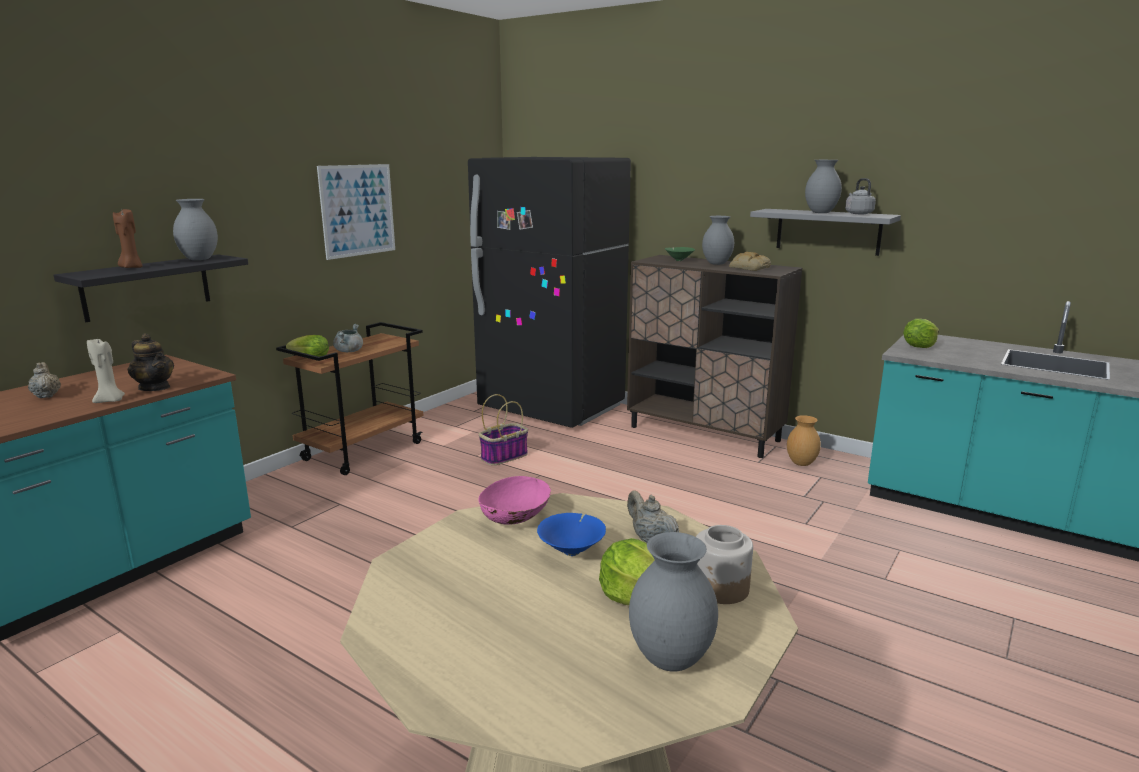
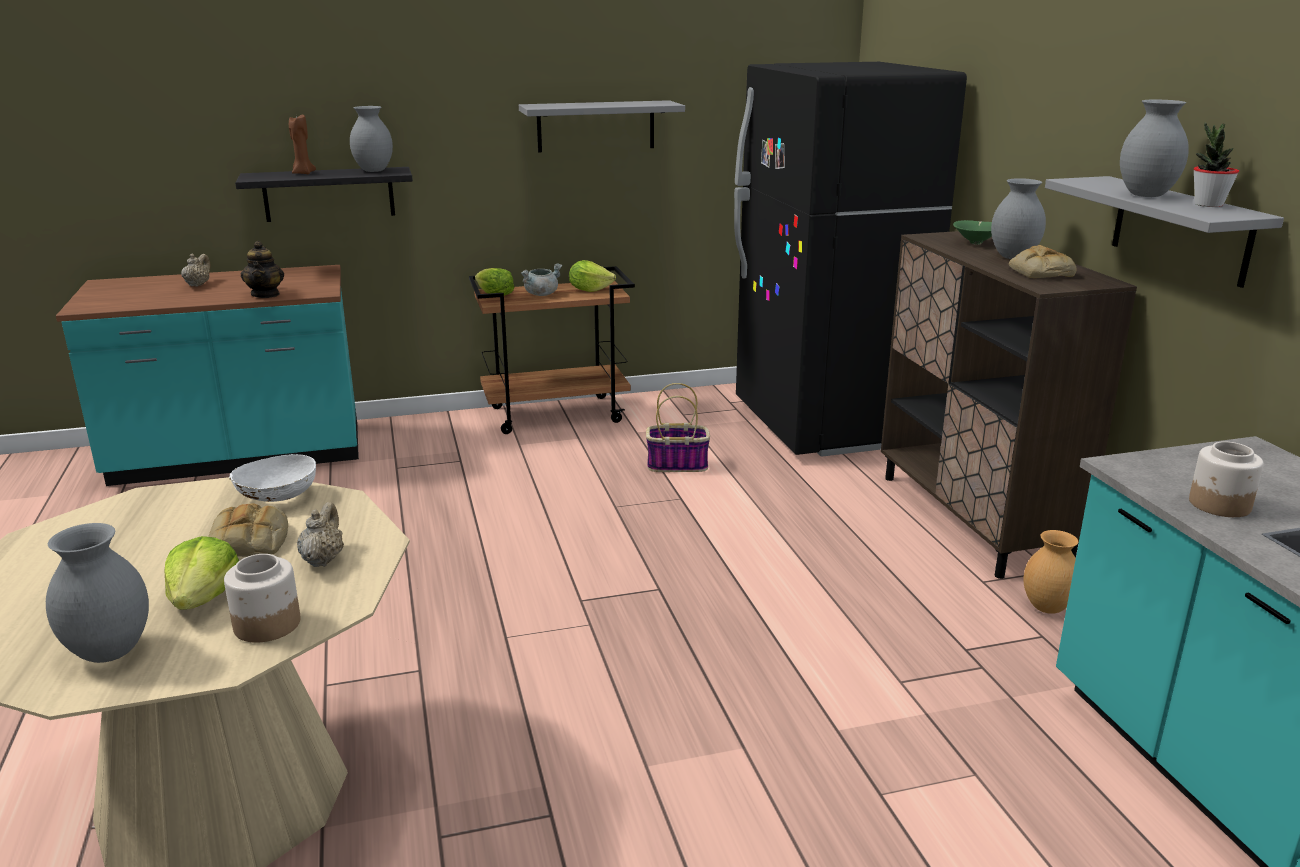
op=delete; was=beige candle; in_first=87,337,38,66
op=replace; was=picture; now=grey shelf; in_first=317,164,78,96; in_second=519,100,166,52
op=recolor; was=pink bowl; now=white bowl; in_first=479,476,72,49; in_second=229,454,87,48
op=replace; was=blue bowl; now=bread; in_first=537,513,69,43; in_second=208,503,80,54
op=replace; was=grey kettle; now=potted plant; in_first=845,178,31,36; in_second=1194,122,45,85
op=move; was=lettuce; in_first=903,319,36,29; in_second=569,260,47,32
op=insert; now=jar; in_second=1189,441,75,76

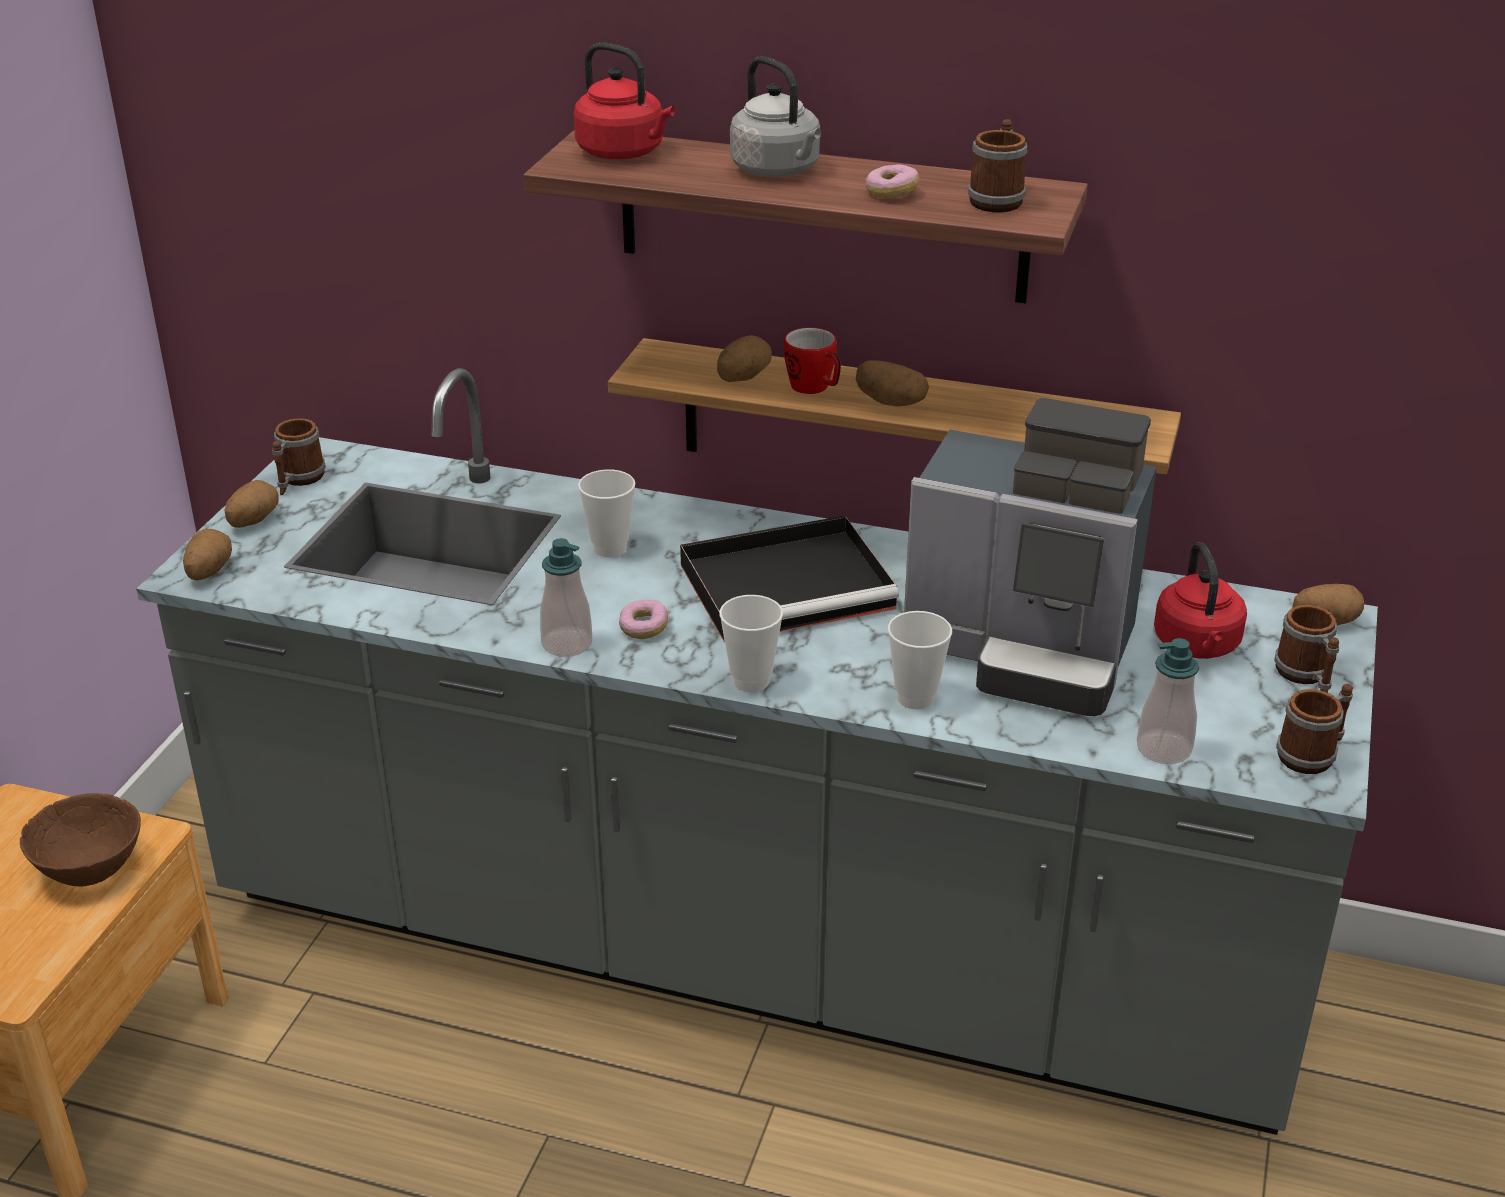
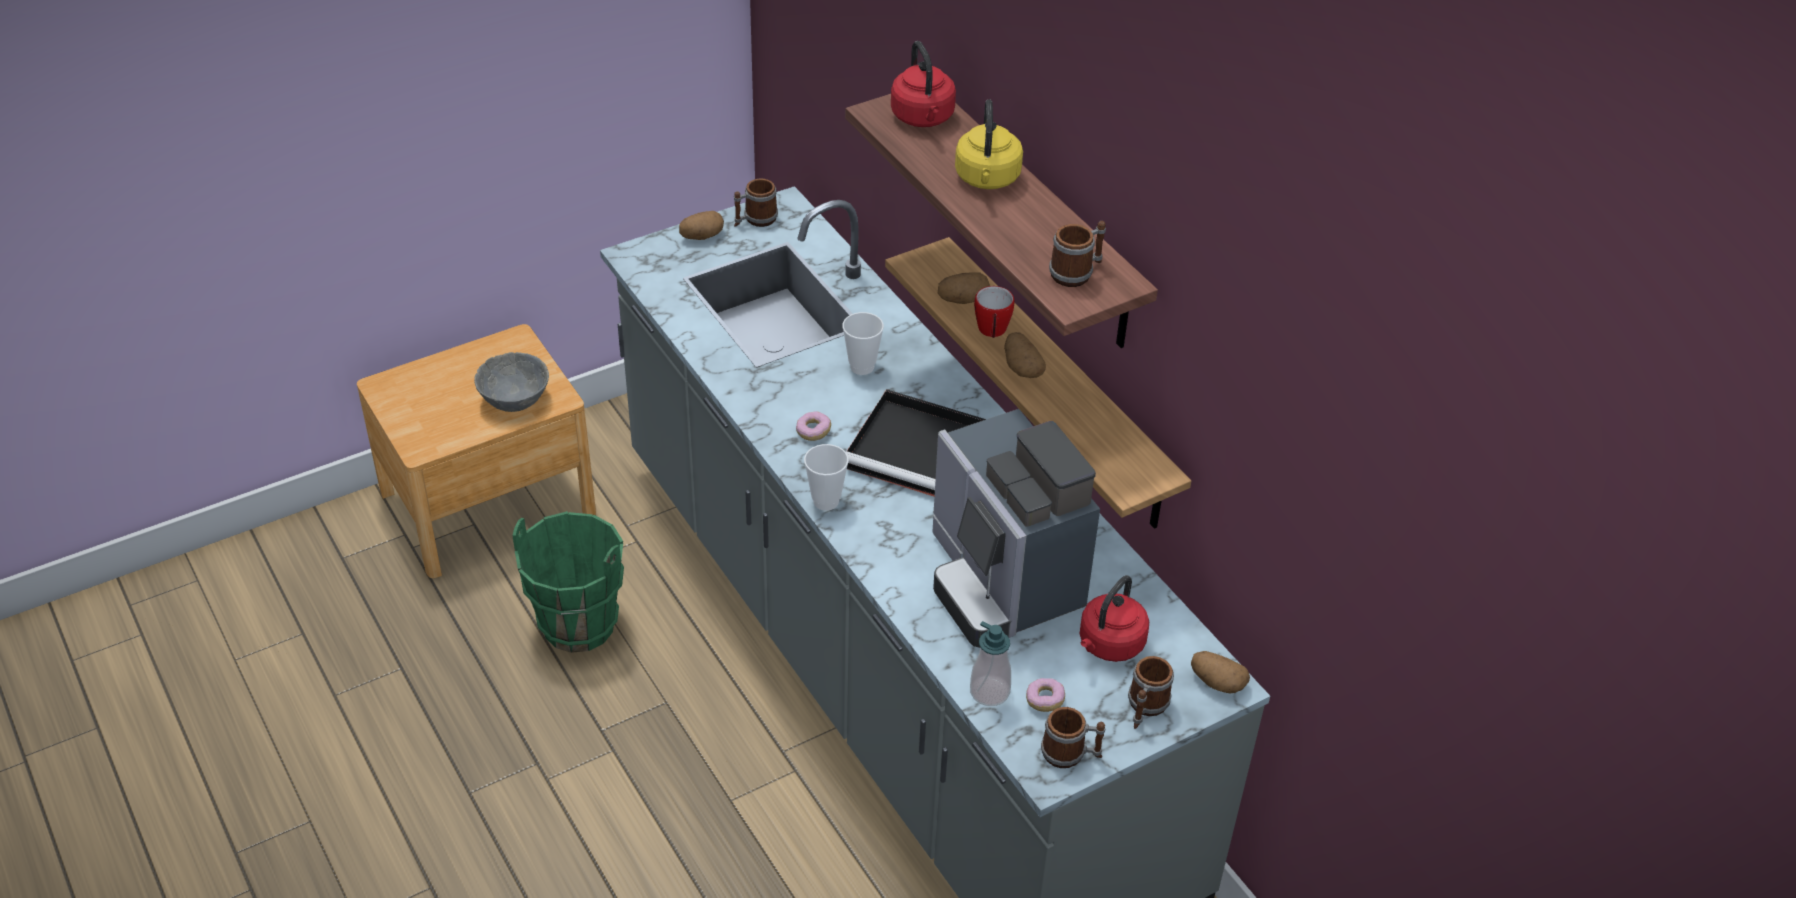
op=recolor; was=brown bowl; now=grey bowl; in_first=20,793,121,93; in_second=474,352,75,60
op=delete; was=potato; in_first=183,529,49,51
op=delete; was=soap dispenser; in_first=540,538,52,119
op=recolor; was=grey kettle; now=yellow kettle; in_first=730,56,91,121; in_second=955,99,68,90
op=move; was=donut; in_first=865,164,54,34; in_second=1026,678,39,34
op=delete; was=cup; in_first=888,611,64,99
op=insert; now=green bucket; in_second=512,511,112,142

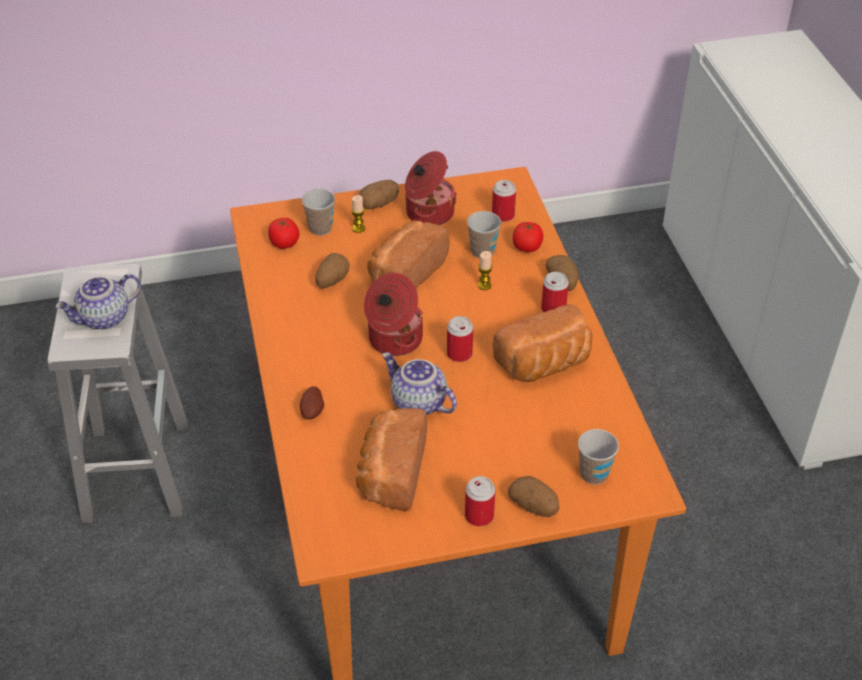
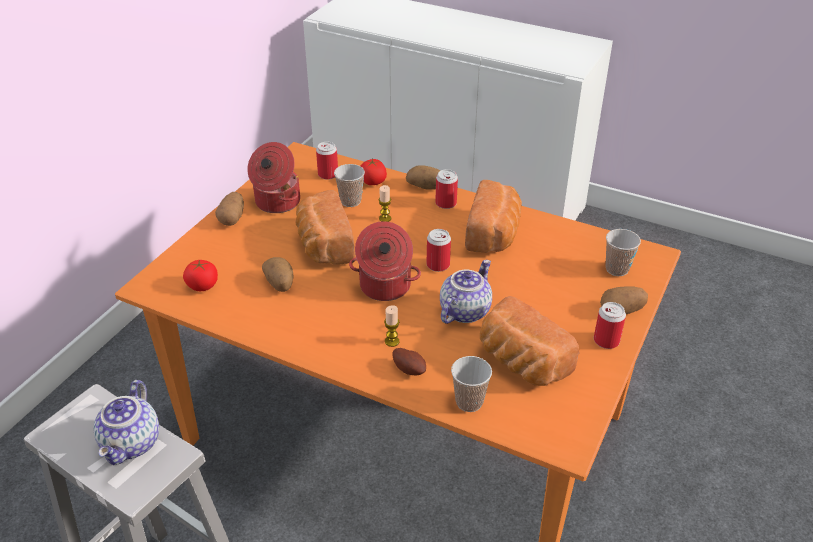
op=move; was=cup; in_first=302,189,33,47; in_second=451,356,41,56
op=move; was=candle; in_first=351,195,14,38; in_second=384,305,15,42
op=rotate; was=teapot; in_first=382,352,75,63; in_second=440,260,52,64; clockwise=135

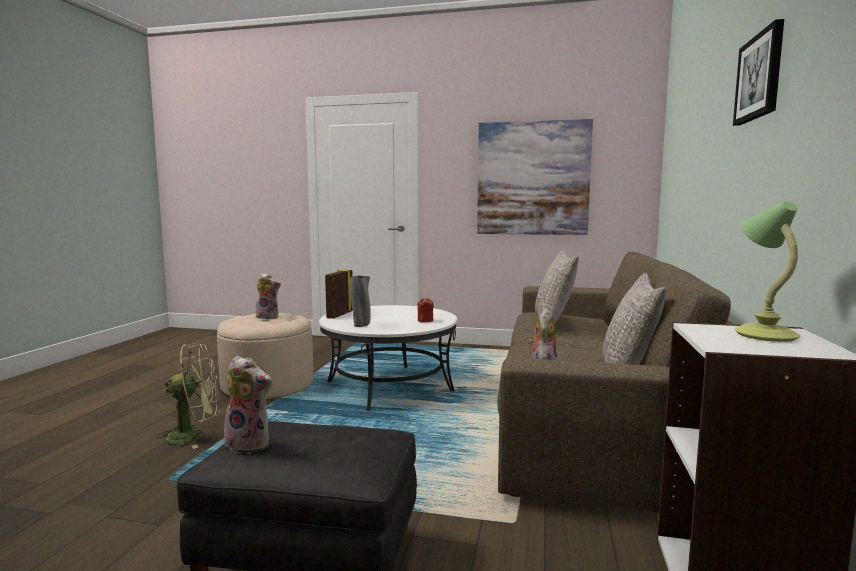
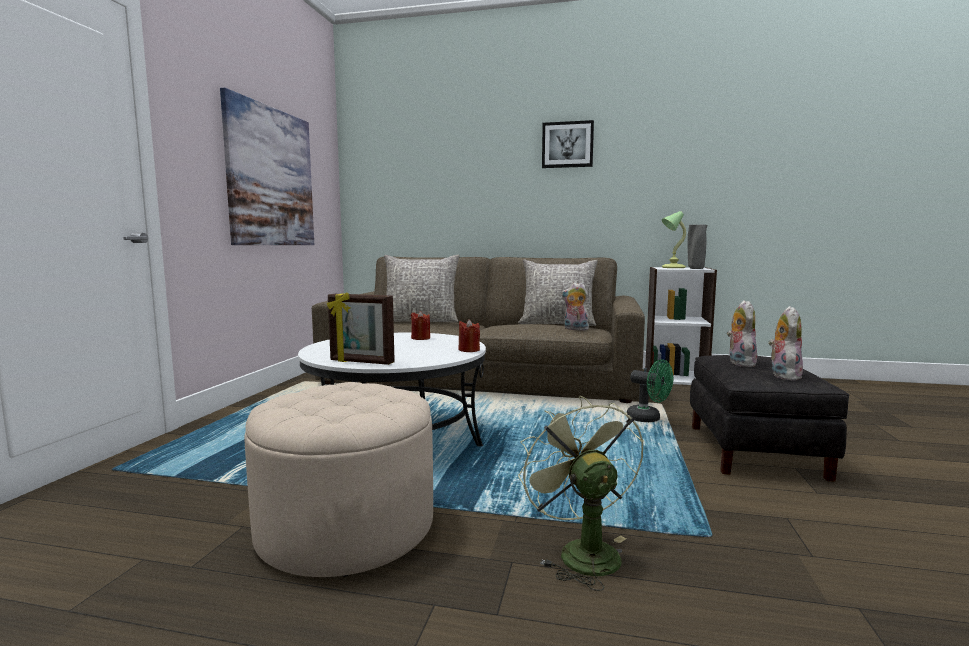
op=move; was=plush toy; in_first=255,273,26,46; in_second=727,300,30,67
op=move; was=grey vase; in_first=350,276,21,51; in_second=687,225,20,44
op=insert; now=red candle; in_second=458,319,22,33
op=insert; now=green fan; in_second=626,359,47,63

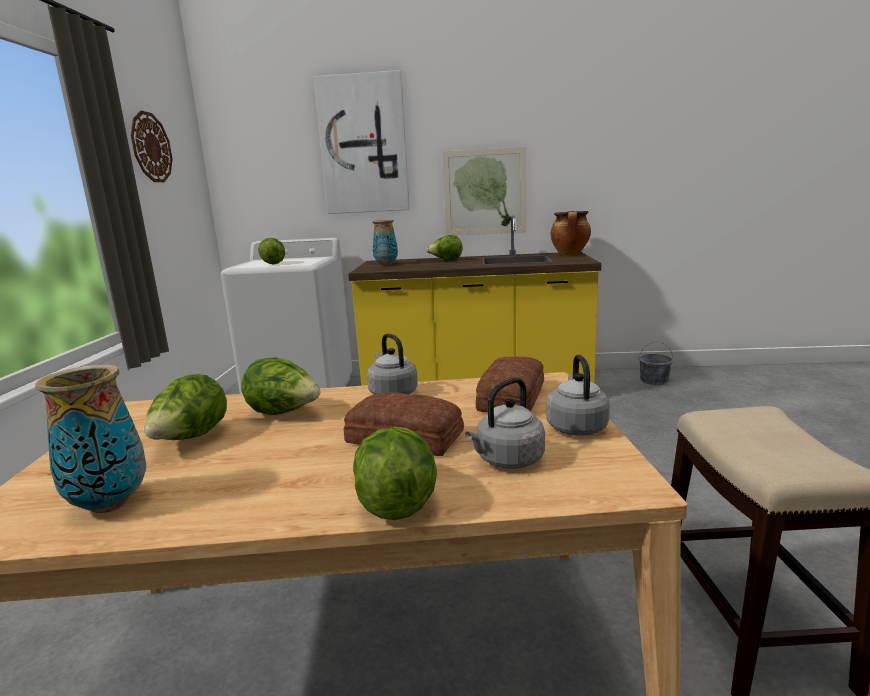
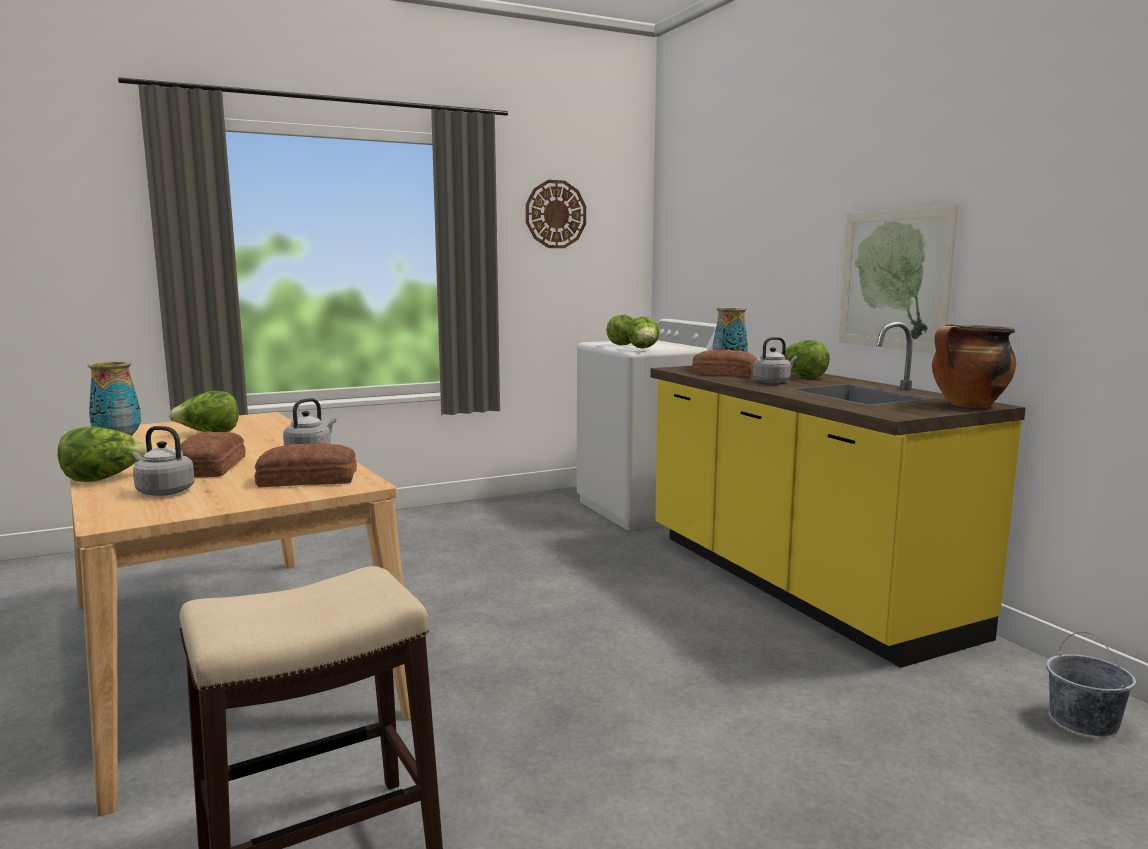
op=move; was=lettuce; in_first=241,358,80,57; in_second=628,317,32,32
op=delete; was=picture; in_first=314,70,96,144
op=move; was=grey kettle; in_first=547,354,63,82; in_second=753,337,44,47
op=insert; now=bread; in_second=692,349,65,27

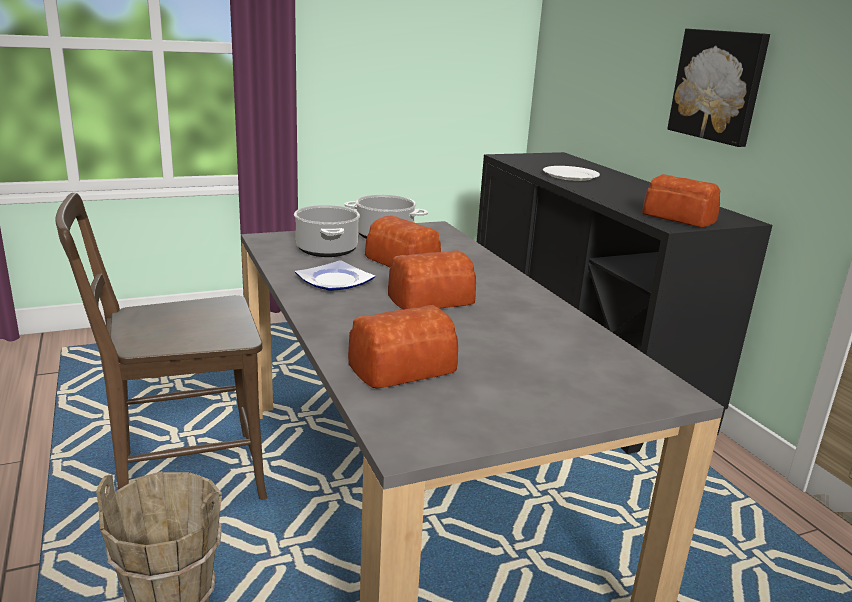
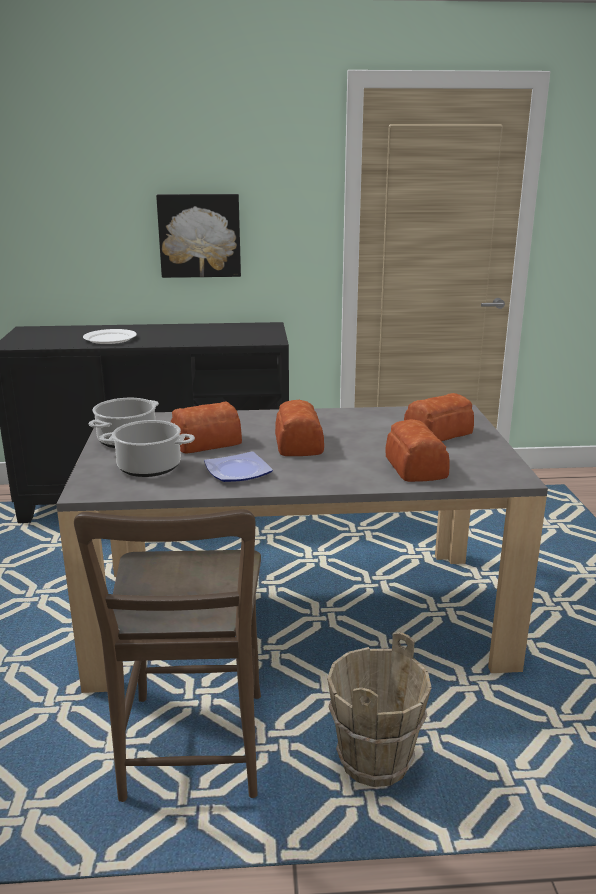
op=move; was=bread; in_first=642,174,78,54; in_second=404,393,70,48

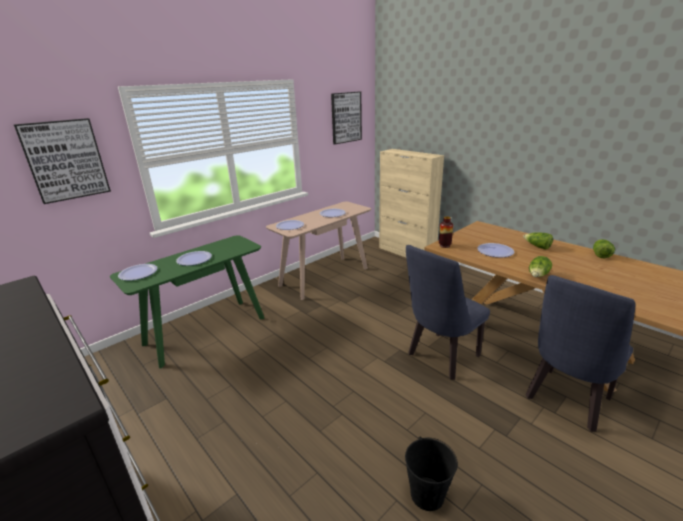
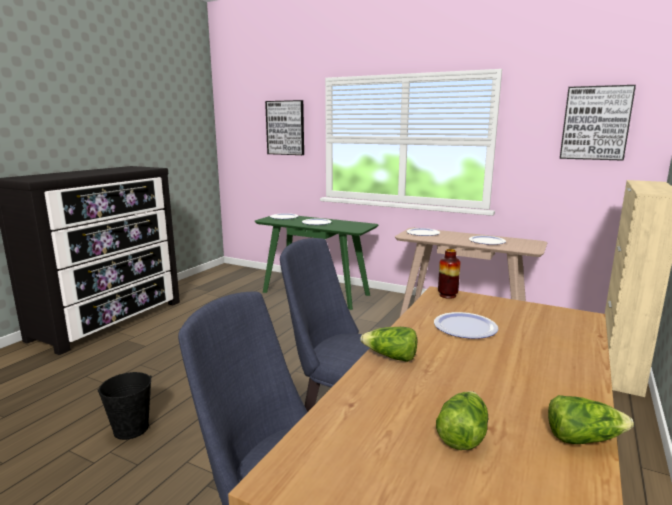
op=move; was=lettuce; in_first=523,232,30,17; in_second=436,391,52,59

